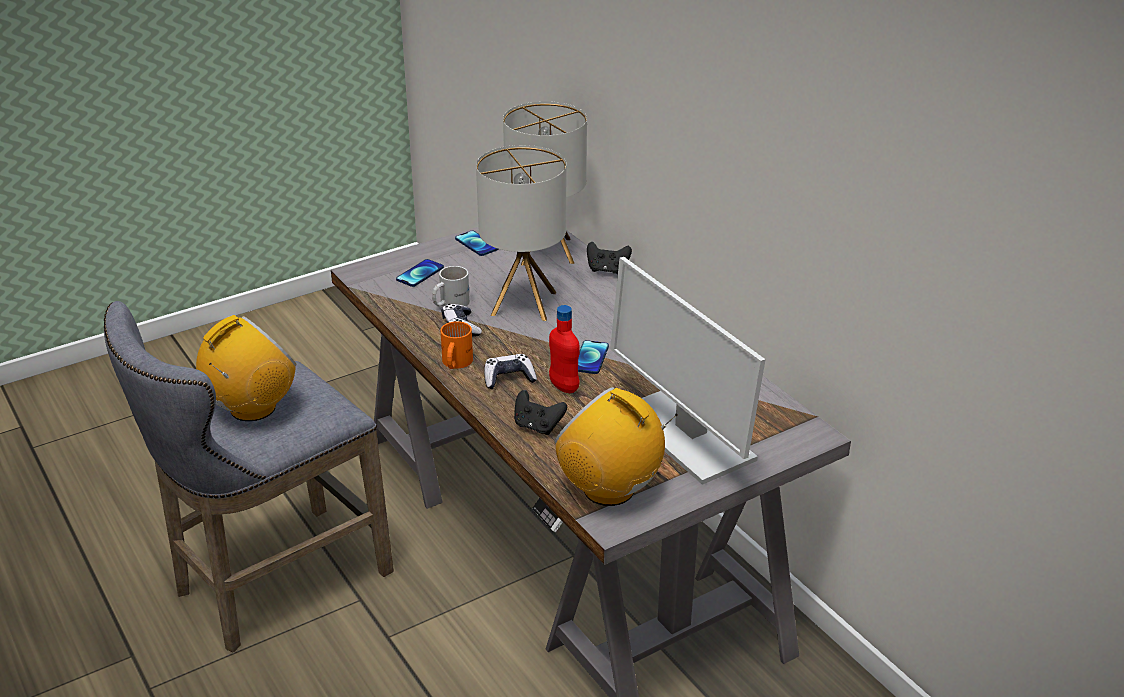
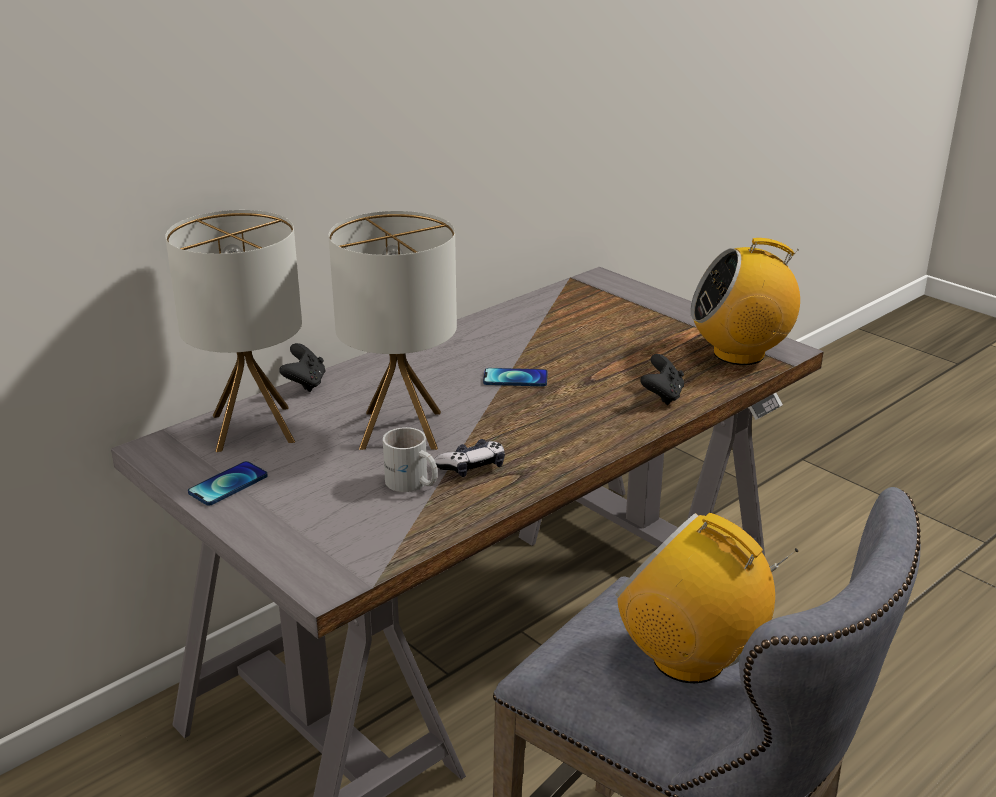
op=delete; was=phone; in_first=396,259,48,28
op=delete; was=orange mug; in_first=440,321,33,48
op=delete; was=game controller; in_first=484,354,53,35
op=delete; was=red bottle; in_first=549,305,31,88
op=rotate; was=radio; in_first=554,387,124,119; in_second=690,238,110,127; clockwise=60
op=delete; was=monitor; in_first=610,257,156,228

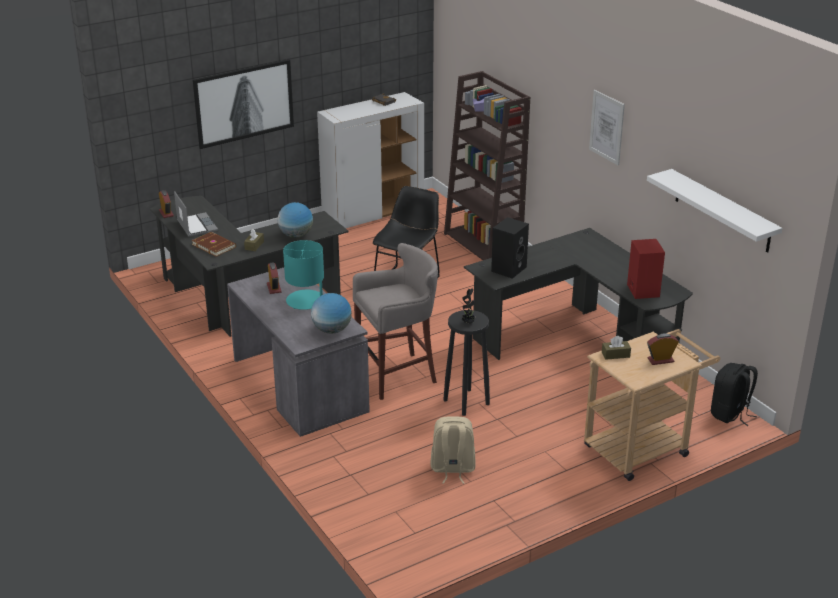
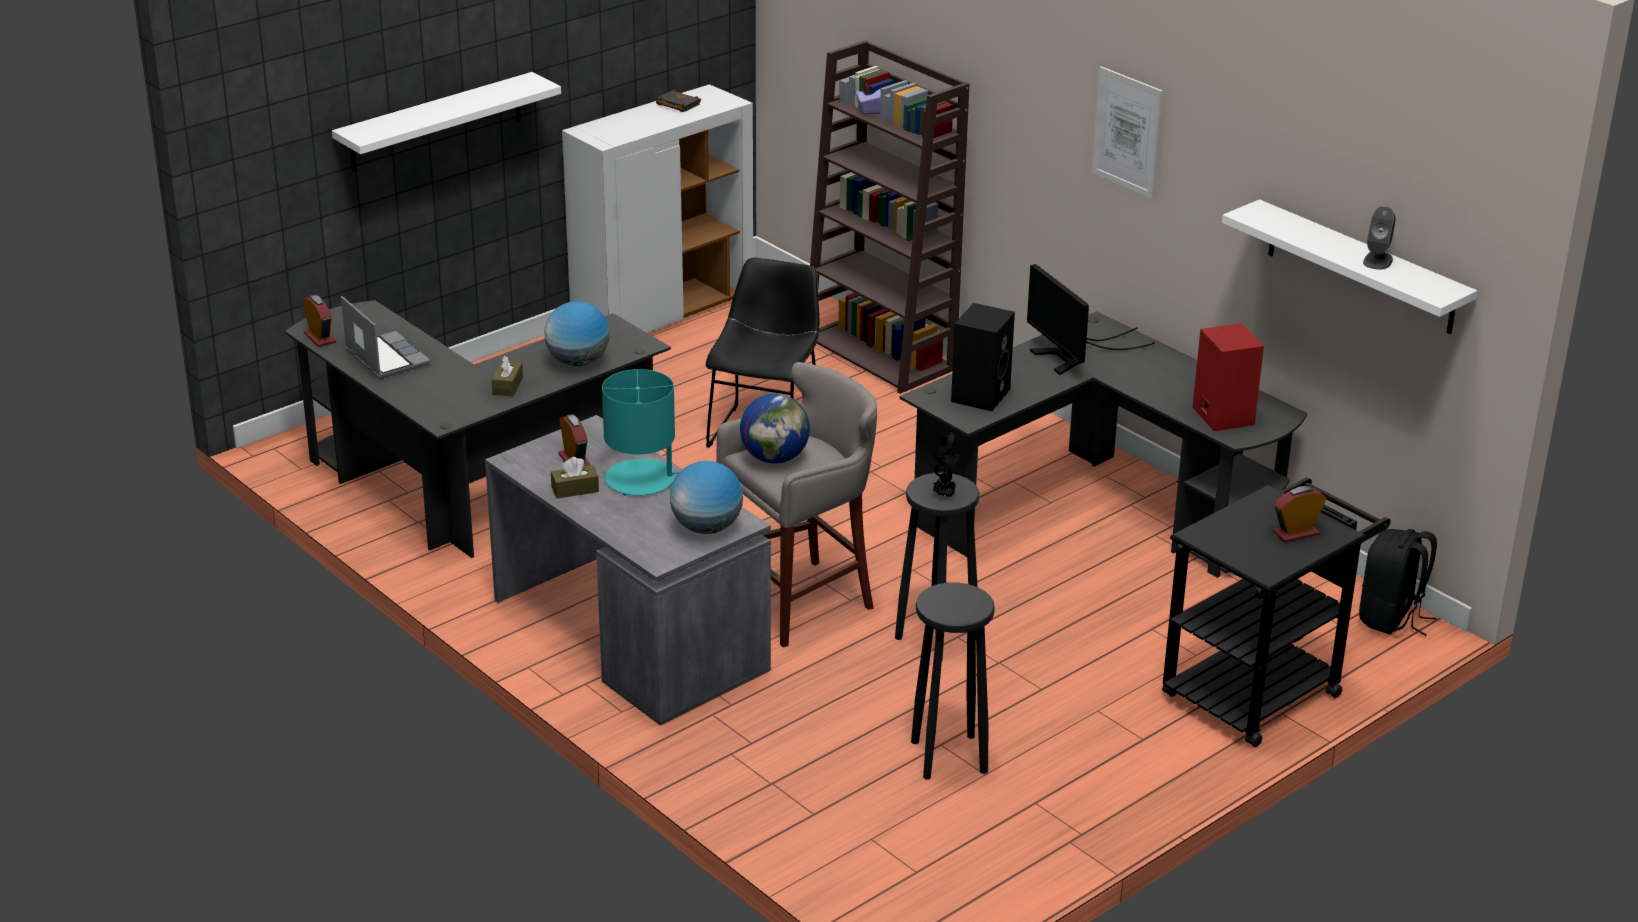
op=delete; was=brown book; in_first=191,232,45,25
op=replace; was=picture; now=white shelf; in_first=193,59,101,90; in_second=332,72,229,100
op=replace; was=beige backpack; now=black stool; in_first=430,417,46,67; in_second=911,582,84,198
op=recolor; was=beige cart; now=black cart; in_first=584,329,136,152; in_second=1162,477,229,270
op=move; was=brown tissue box; in_first=602,336,29,24; in_second=551,457,48,42
op=insert; now=globe; in_second=740,394,70,70
op=insert; now=monitor; in_second=1027,264,128,111
op=insert; now=grey speaker; in_second=1363,206,32,64

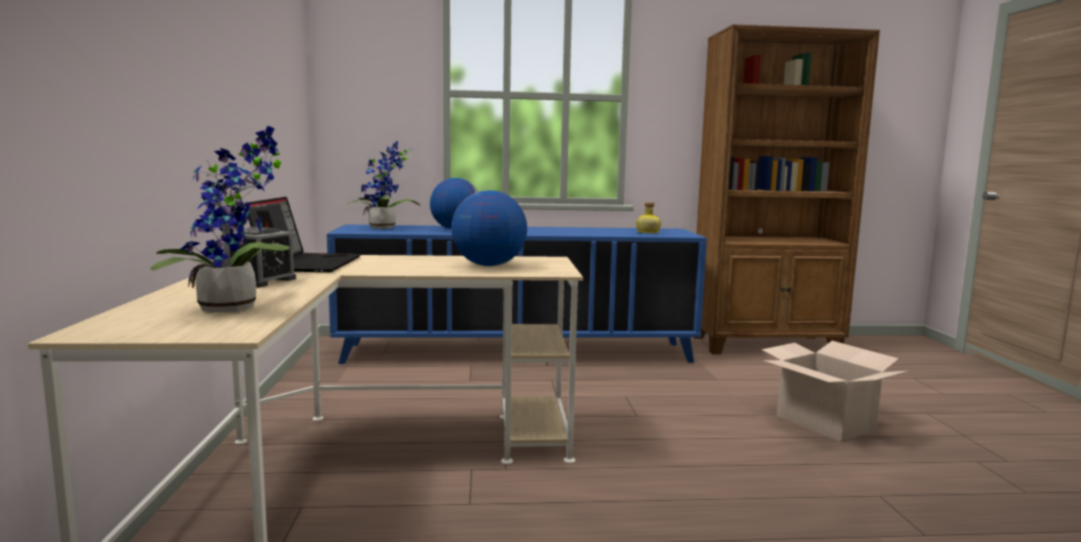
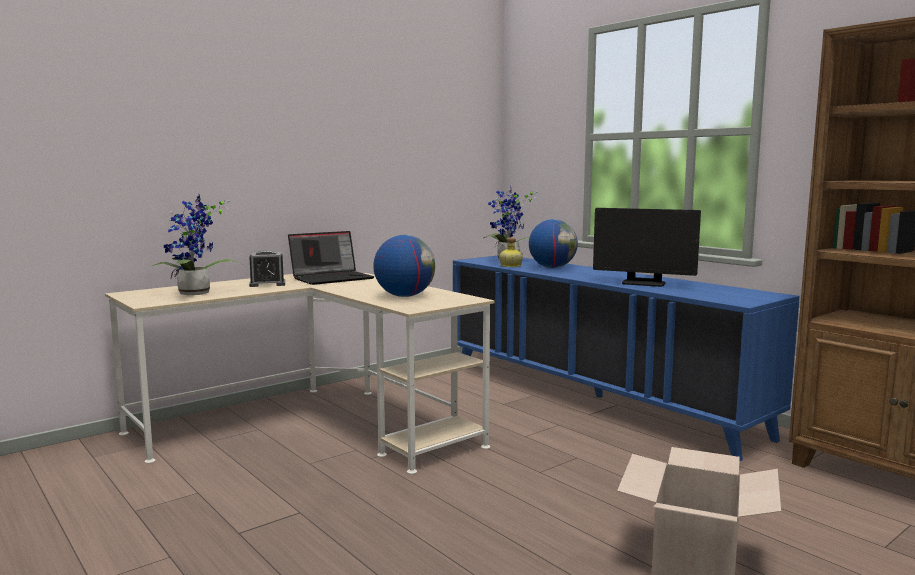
op=move; was=bottle; in_first=636,202,25,31; in_second=499,238,24,29
op=insert; now=monitor; in_second=593,208,108,79

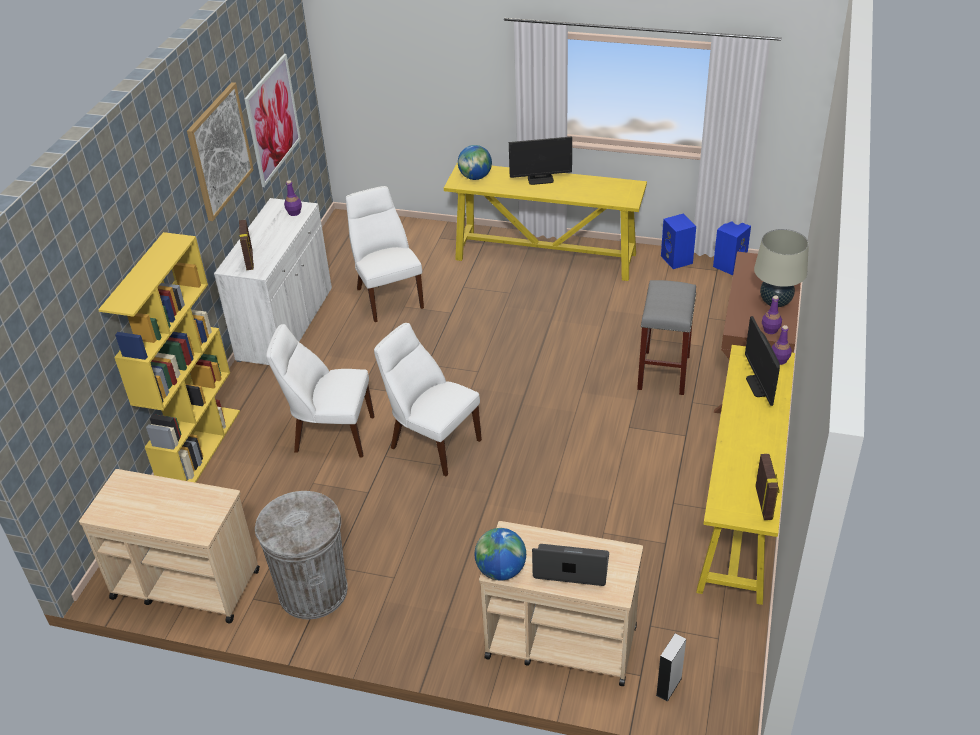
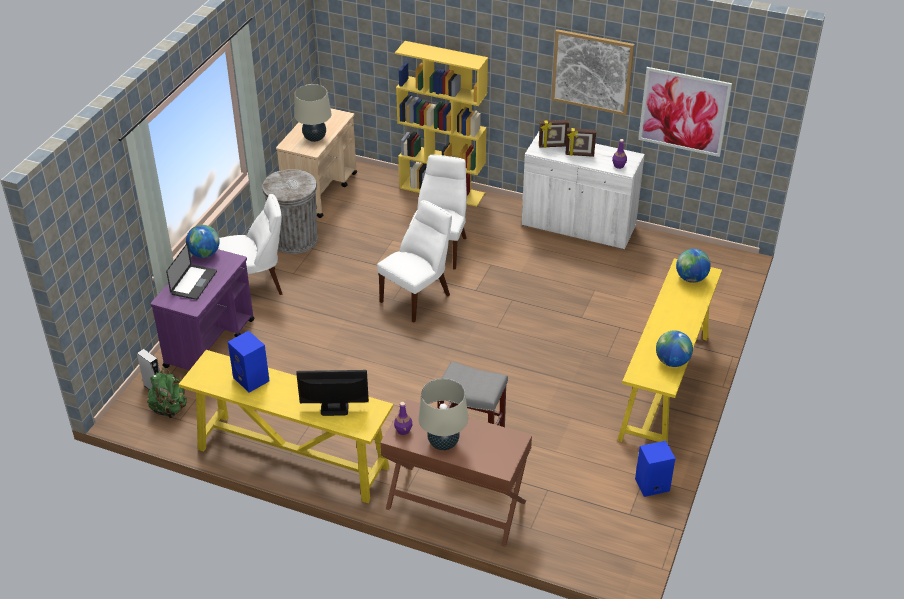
op=move; was=white chair; in_first=346,186,78,136; in_second=218,194,64,101
op=recolor; was=beige cart; now=purple cart; in_first=479,521,164,165; in_second=150,249,105,121
op=delete; was=monitor; in_first=509,137,63,48
op=move; was=blue speaker; in_first=713,222,38,53; in_second=228,331,42,62
op=move; was=picture frame; in_first=755,454,25,66; in_second=565,128,31,29
op=delete; was=purple bottle; in_first=772,325,20,40
op=insert; now=green backpack; in_second=147,368,40,50
op=insert; now=beige table lamp; in_second=294,84,38,58
op=insert; now=globe; in_second=656,330,37,37

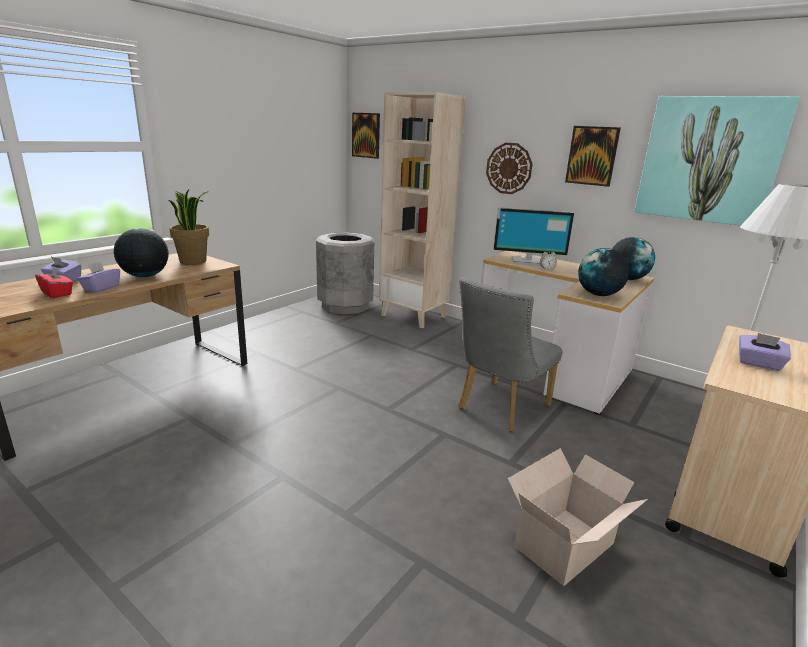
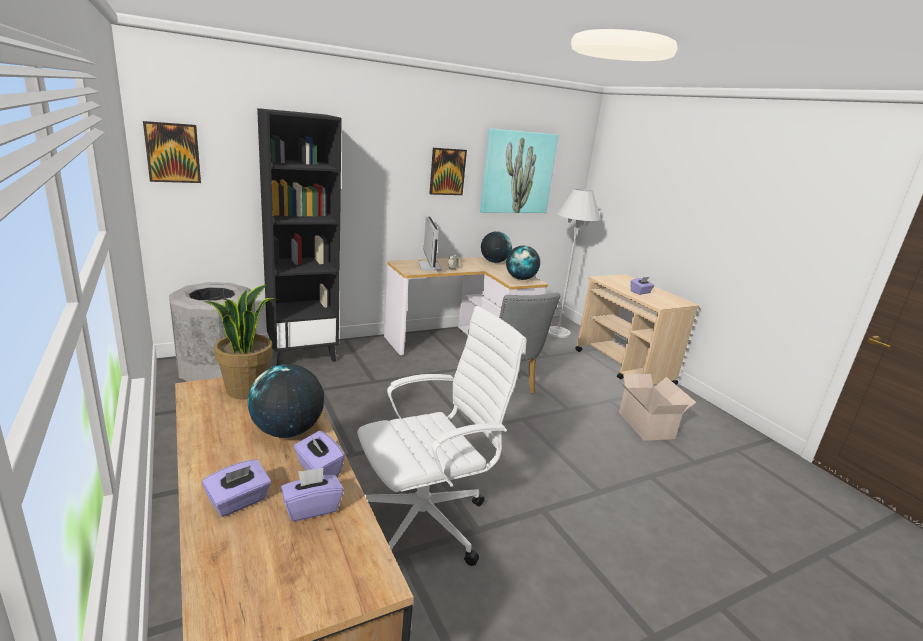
op=recolor; was=red tissue box; now=purple tissue box; in_first=35,267,38,31; in_second=281,467,63,55
op=recolor; was=beige bookcase; now=black bookcase; in_first=379,92,87,236; in_second=257,108,85,257
op=delete; was=wall clock; in_first=486,143,46,51
op=rotate; was=monitor; in_first=494,207,80,59; in_second=418,216,24,55; clockwise=-45
op=insert; now=white office chair; in_second=357,306,170,260

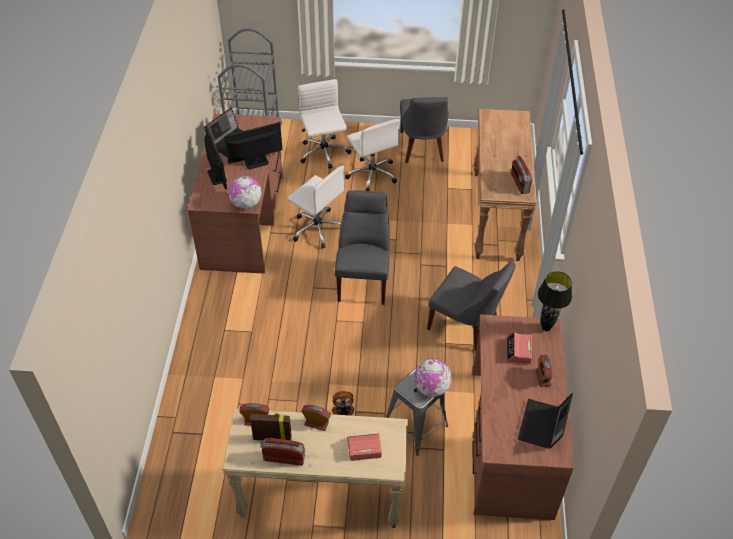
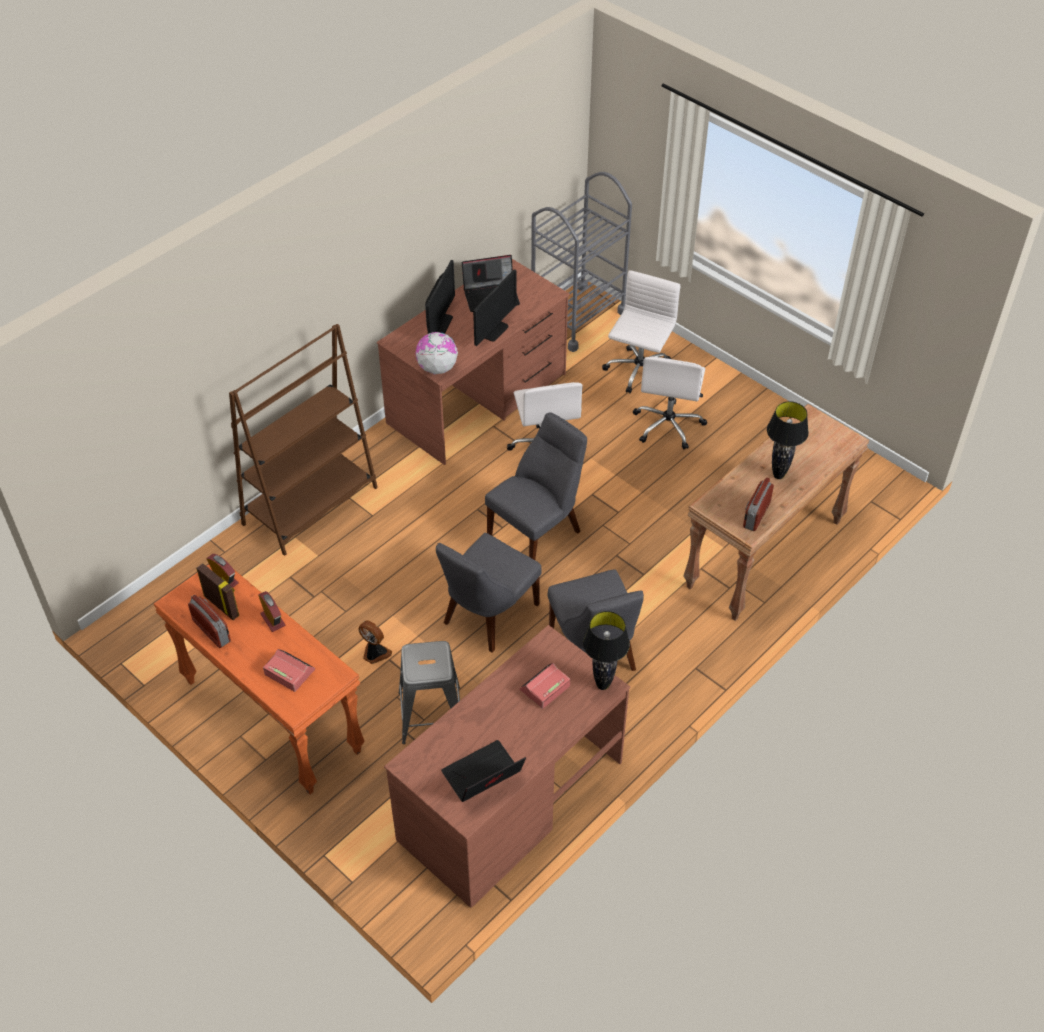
op=recolor; was=beige console table; now=orange console table; in_first=222,408,186,120; in_second=154,564,211,231
op=rotate; was=monitor; in_first=224,122,58,47; in_second=473,269,44,77; clockwise=105
op=move; was=grey chair; in_first=400,97,49,66; in_second=436,533,106,120
op=delete; was=globe; in_first=414,359,37,38
op=delete; was=alarm clock; in_first=535,355,18,32
op=insert; now=brown bookcase; in_second=229,324,149,232
op=insert; now=black table lamp; in_second=767,401,42,78

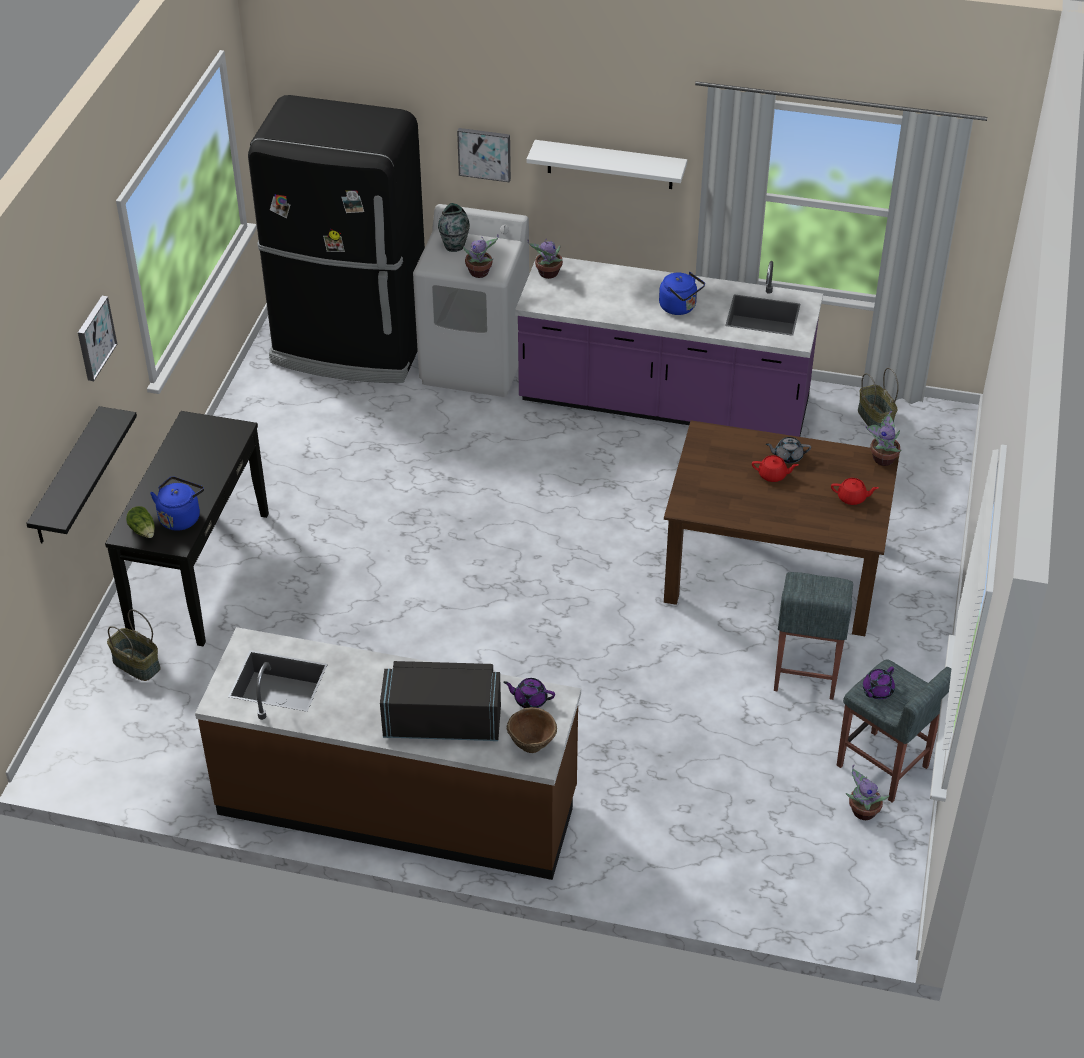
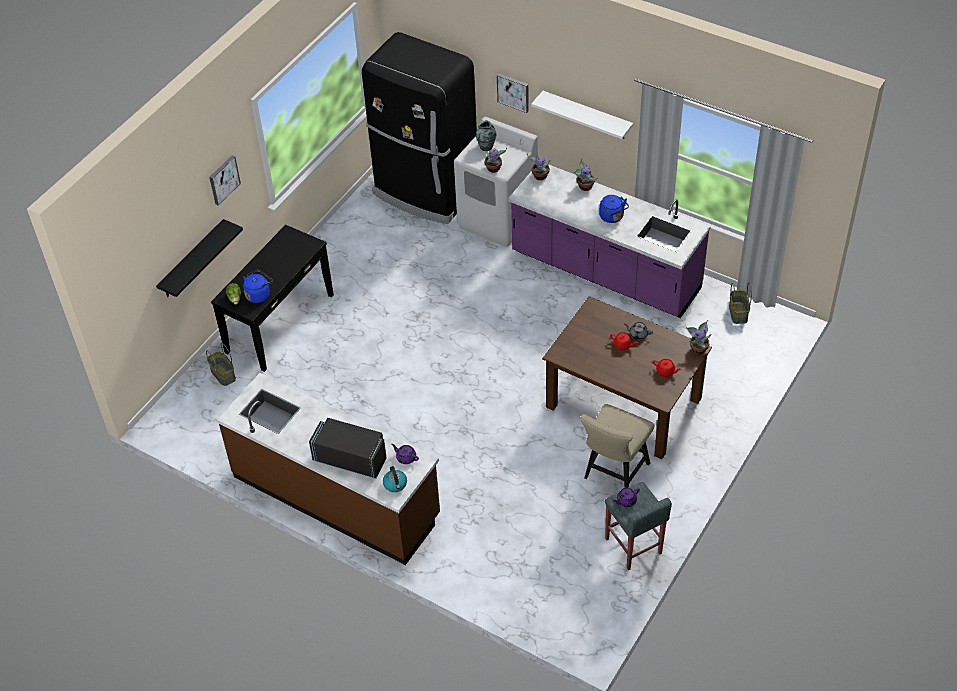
op=replace; was=brown bowl; now=kettle; in_first=507,707,50,46; in_second=383,466,24,26
op=replace; was=grey stool; now=beige chair; in_first=774,572,79,128; in_second=580,404,74,84
op=move; was=potted plant; in_first=846,764,44,56; in_second=574,158,23,33

